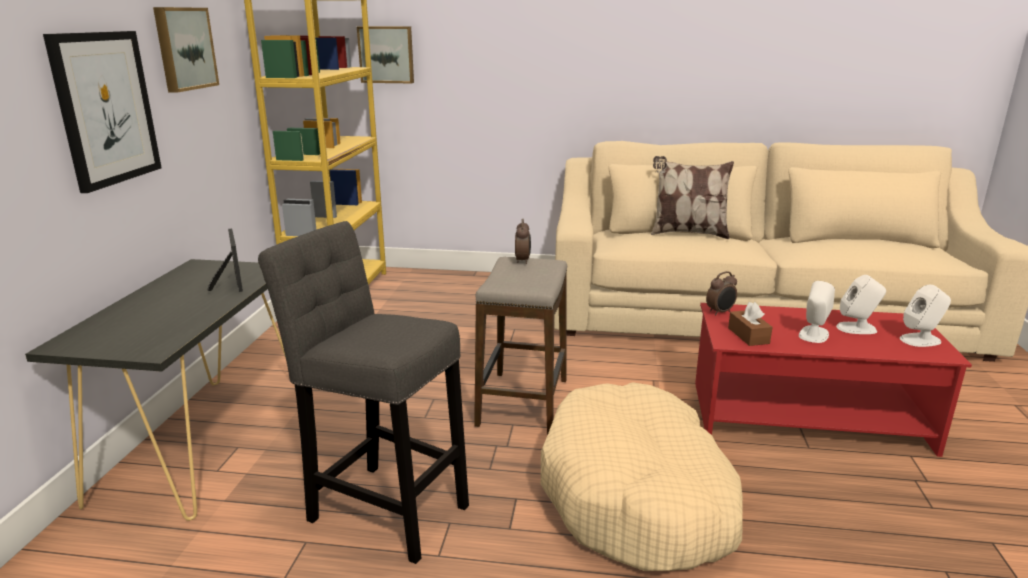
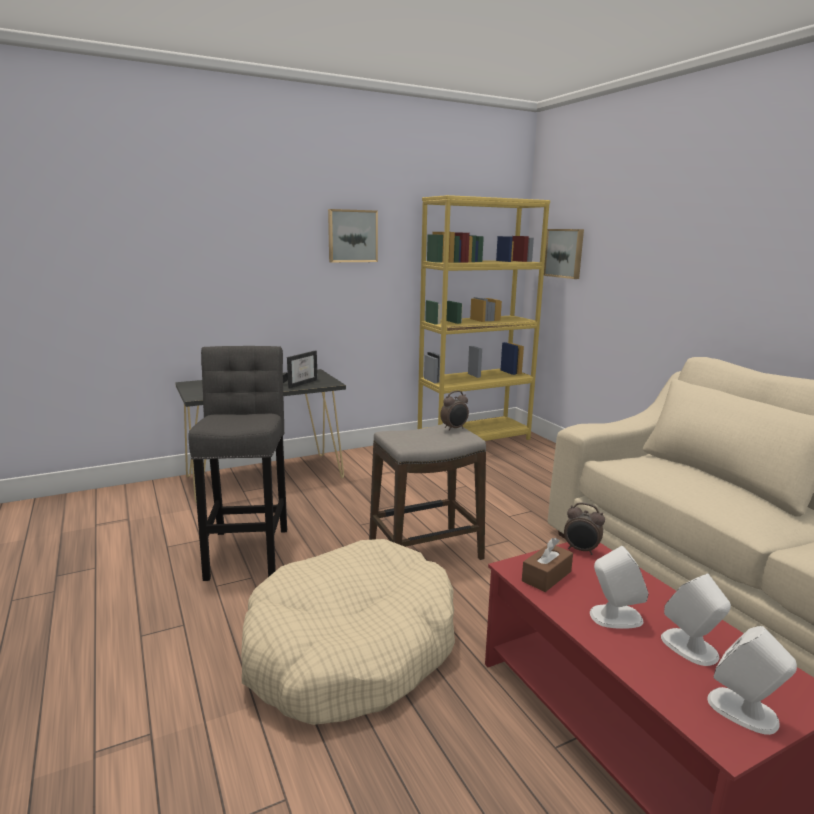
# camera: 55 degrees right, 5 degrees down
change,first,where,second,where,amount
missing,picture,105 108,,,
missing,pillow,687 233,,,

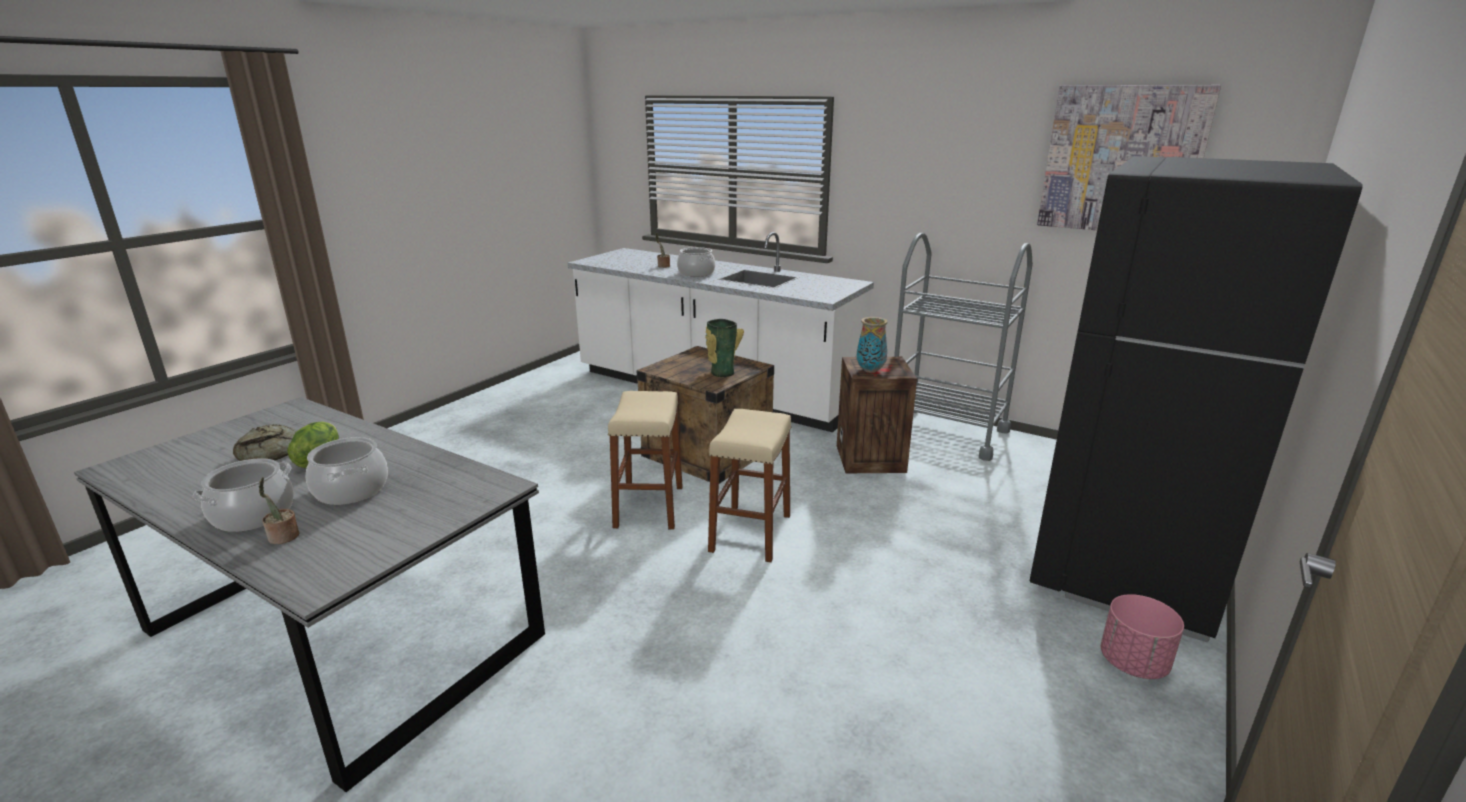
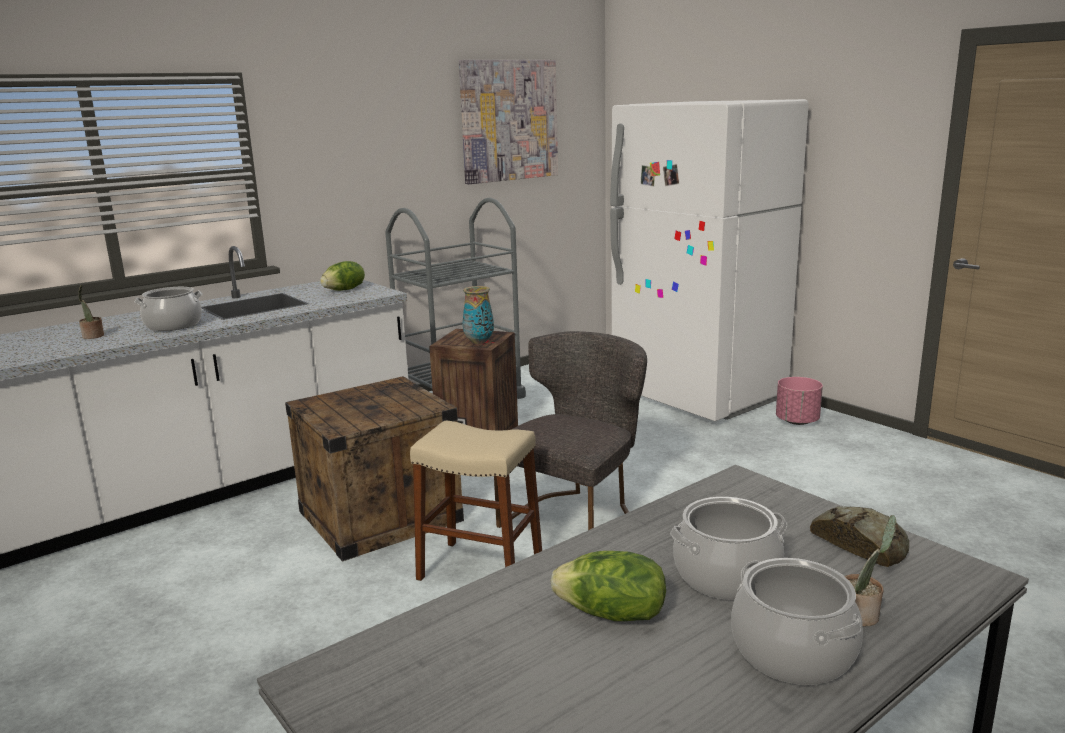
# camera: 70 degrees left, 5 degrees down
change,first,where,second,where,amount
relocated,bread,273 451,,861 543,
missing,vase,721 372,,,
exchanged,beige stool,750 533,grey chair,576 517,
colour,black fridge,1125 568,white fridge,698 396,
appeared,,,lettuce,344 290,

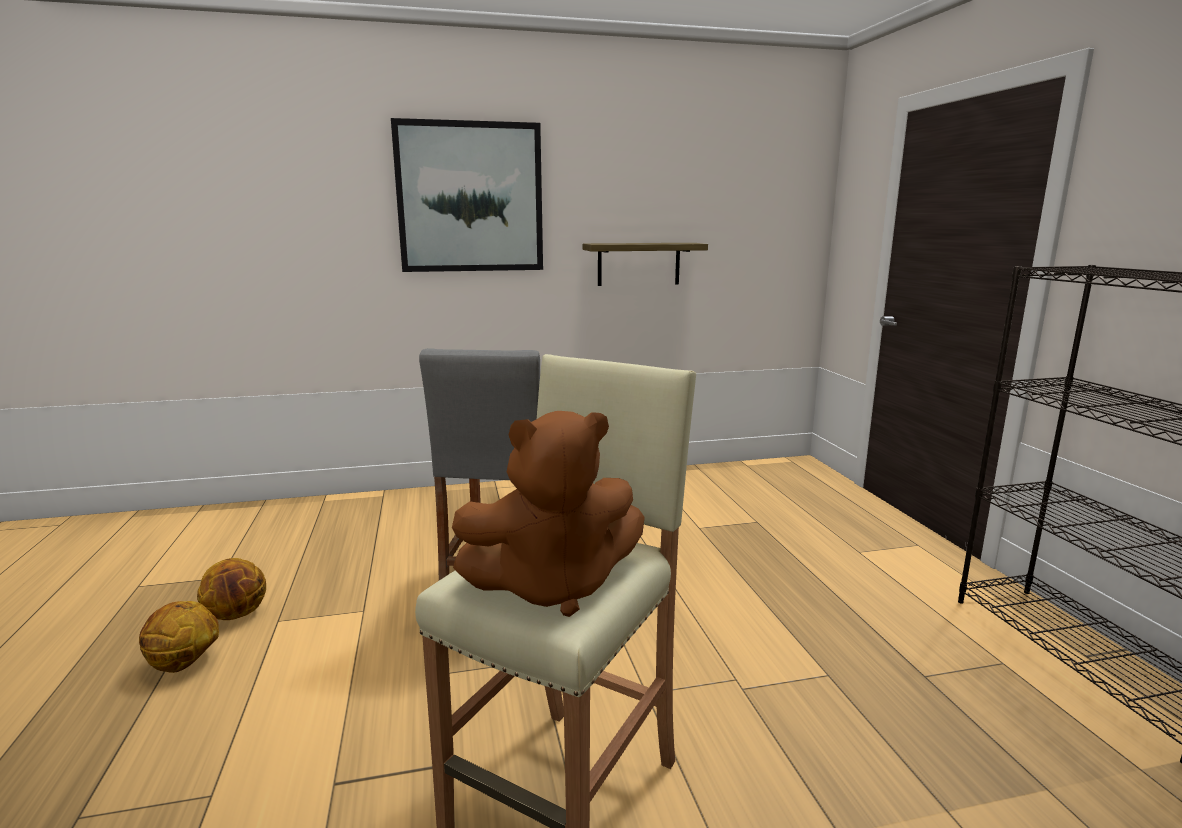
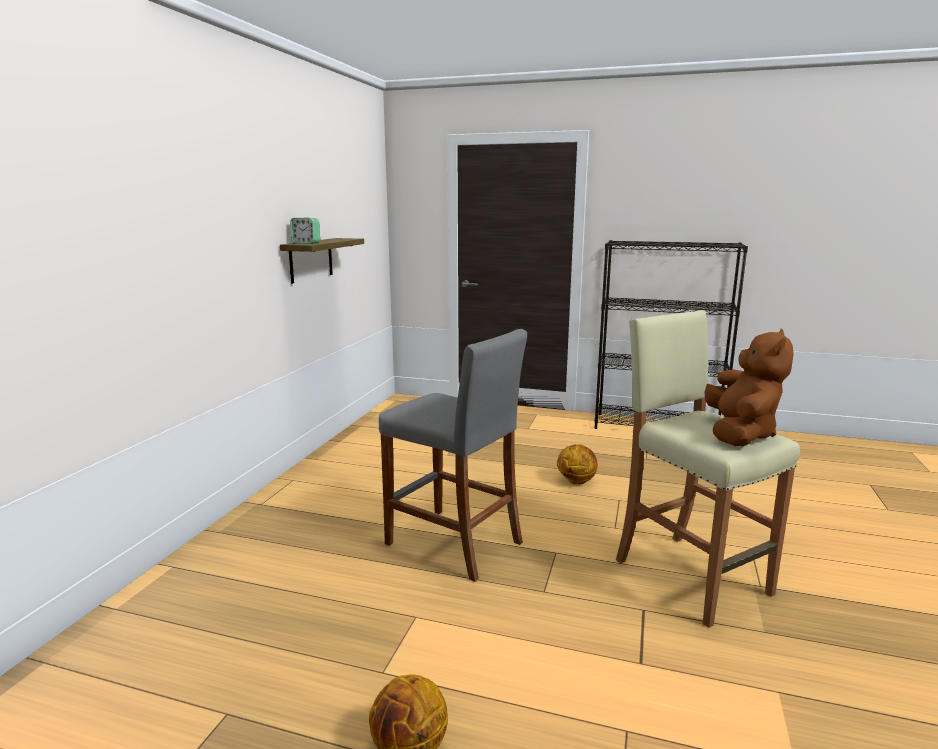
# camera: 60 degrees left, 0 degrees up
change,first,where,second,where,amount
relocated,basketball,237 615,,576 481,
missing,picture,470 198,,,
appeared,,,alarm clock,306 243,

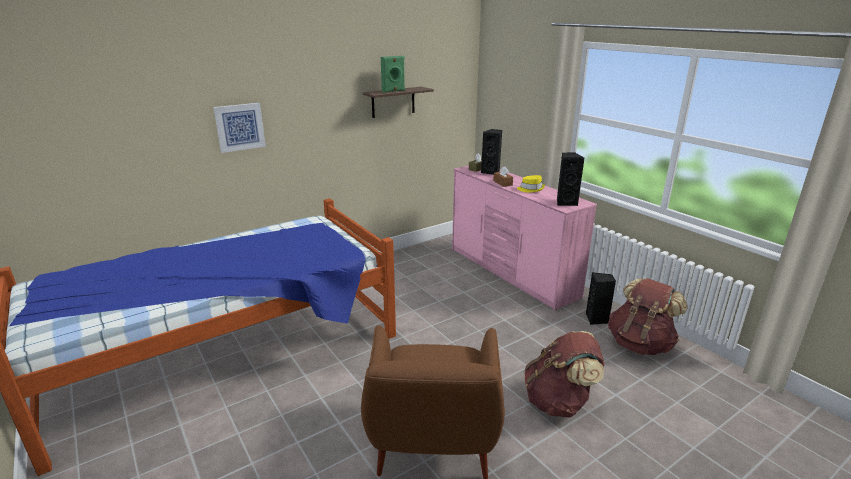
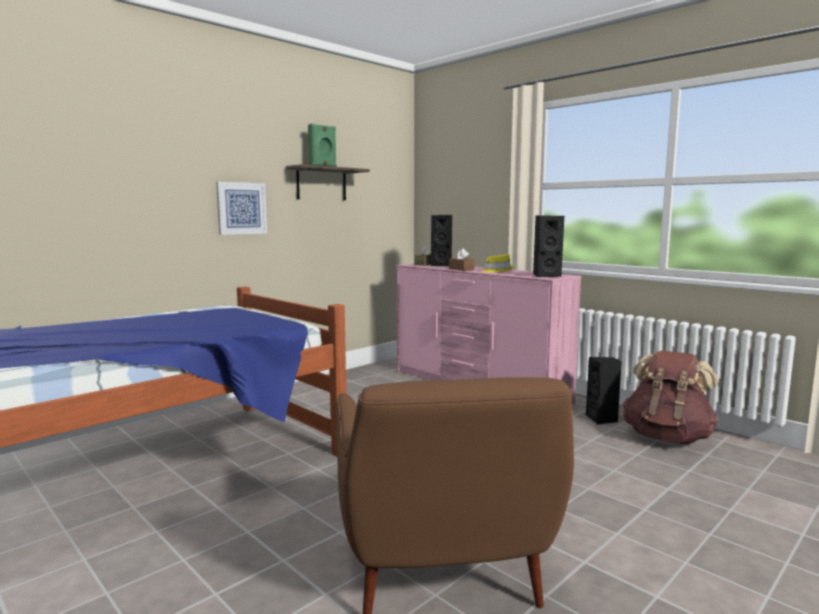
# camera: 10 degrees left, 15 degrees down
change,first,where,second,where,amount
relocated,picture,240 127,,241 208,
missing,brown backpack,559 402,,,

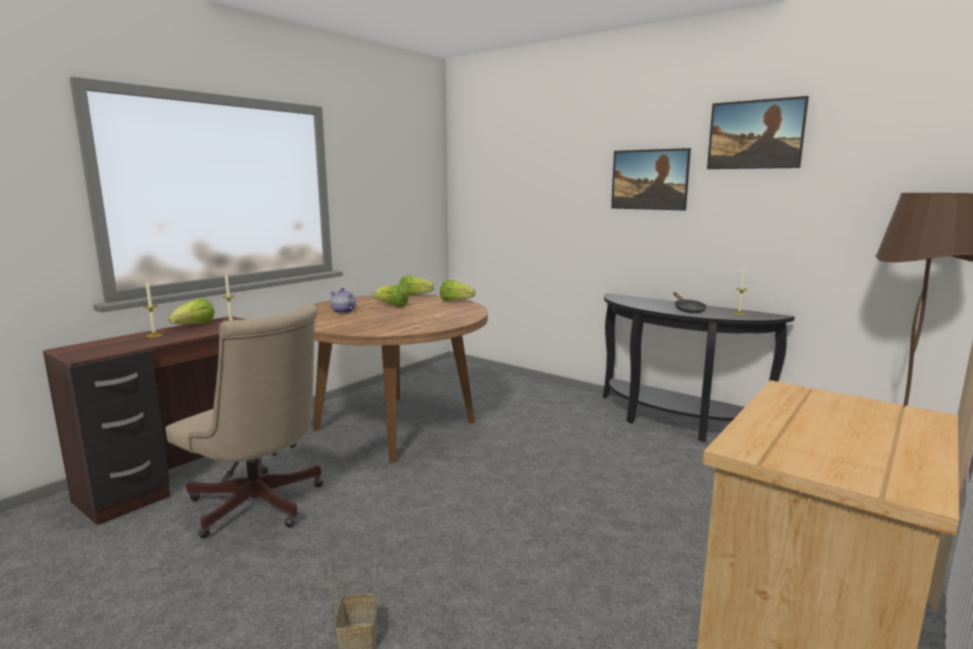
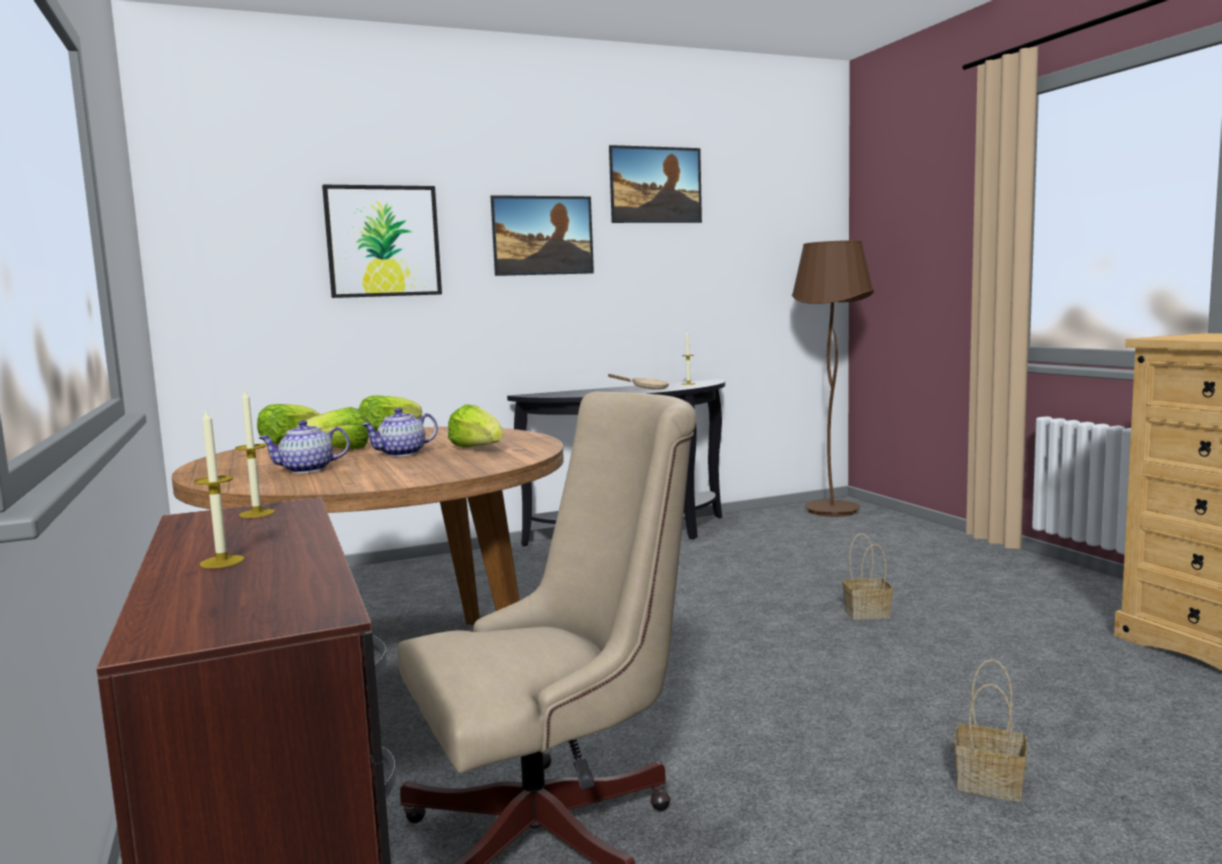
# camera: 60 degrees left, 5 degrees down
change,first,where,second,where,amount
relocated,lettuce,195 325,,477 449,
colour,black frying pan,687 310,beige frying pan,646 389,
appeared,,,picture,383 241,
appeared,,,teapot,402 454,
appeared,,,basket,866 613,

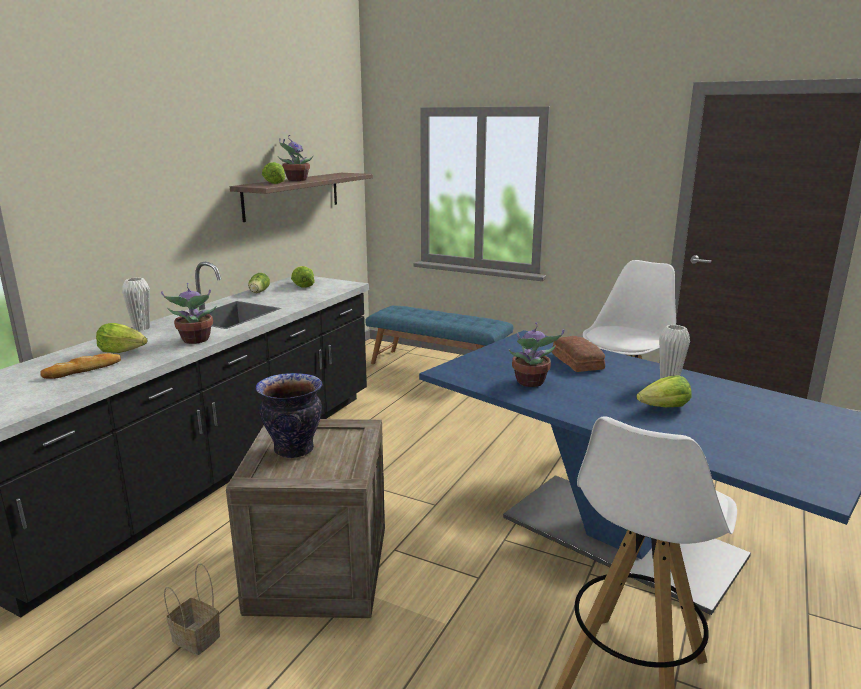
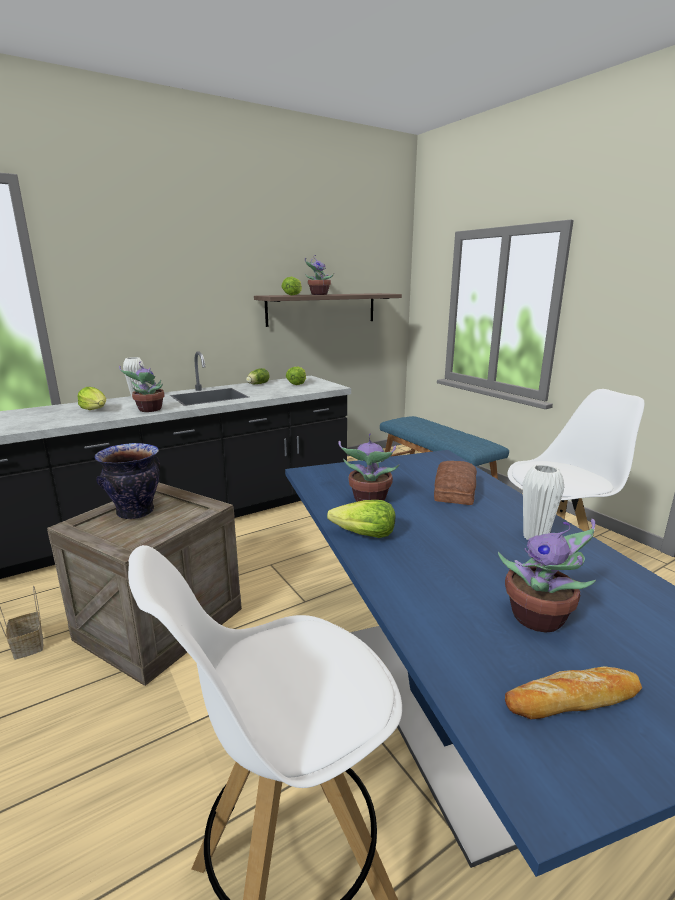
# camera: 30 degrees right, 0 degrees up
change,first,where,second,where,amount
relocated,bread,83 370,,574 699,
relocated,lettuce,664 408,,364 535,
appeared,,,potted plant,540 619,

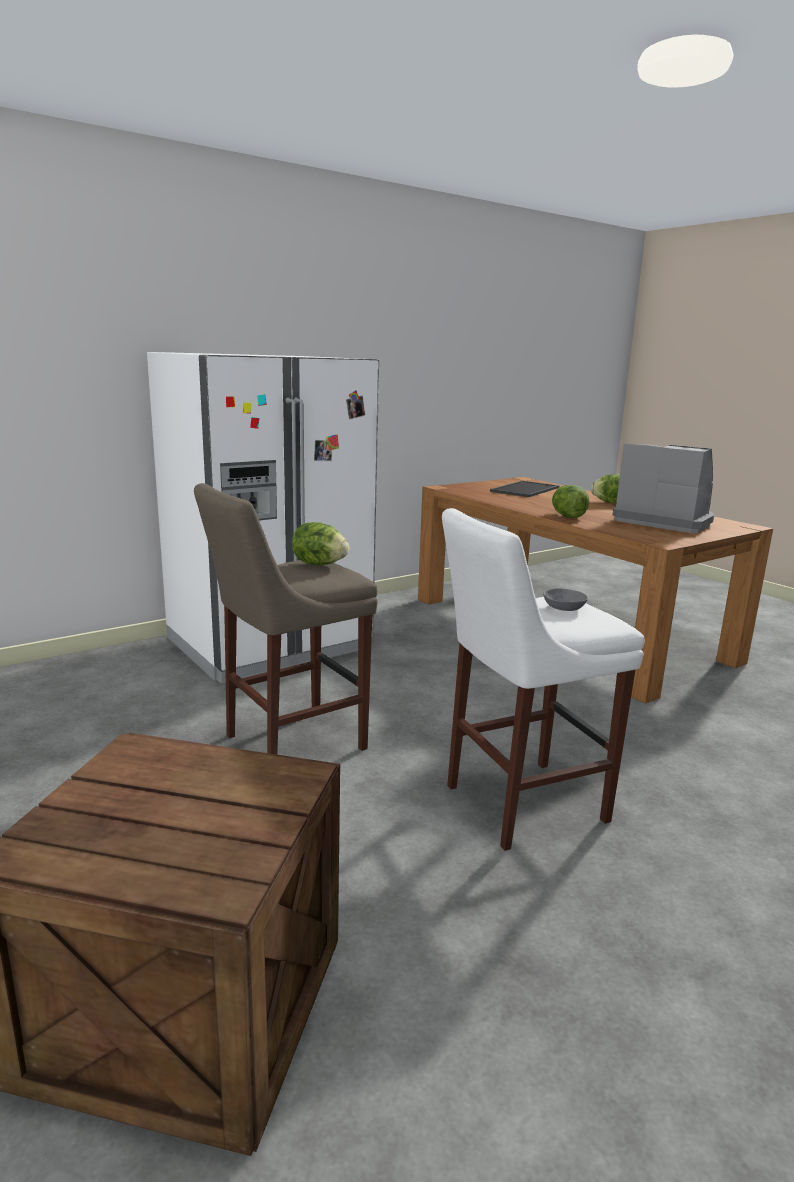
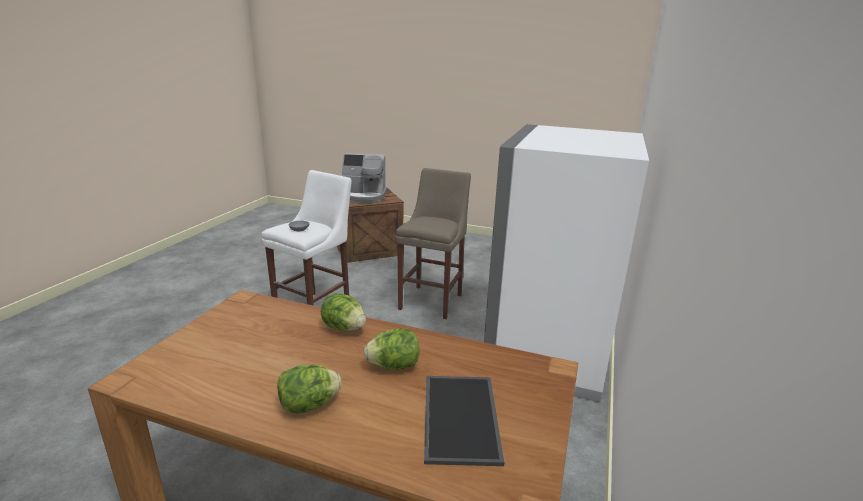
# camera: 145 degrees right, 5 degrees up
change,first,where,second,where,amount
relocated,lettuce,319 564,,393 366,
relocated,coffee machine,663 521,,363 196,

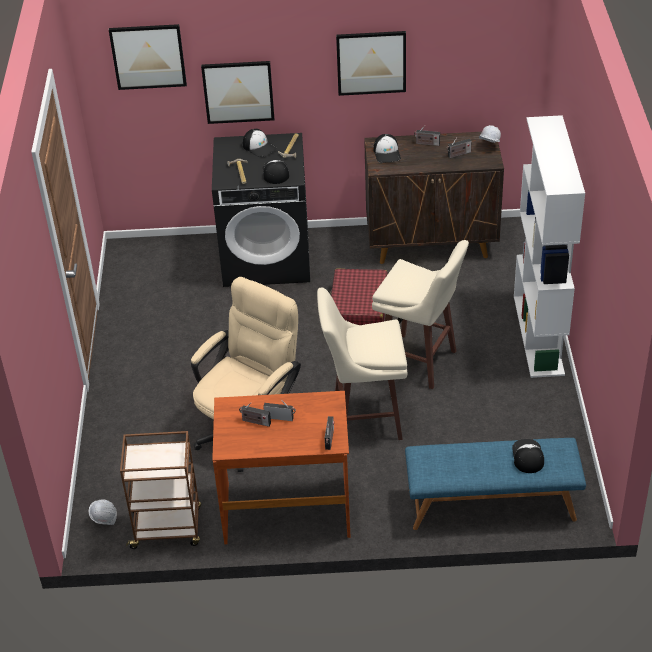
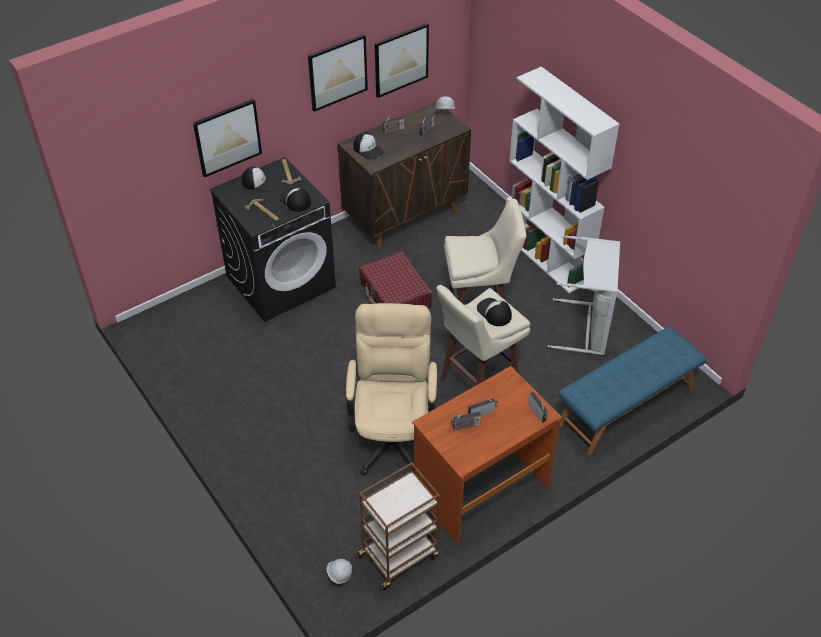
# camera: 35 degrees left, 5 degrees up
change,first,where,second,where,amount
relocated,picture,148 56,,401 60,
relocated,cap,527 456,,494 313,
appeared,,,grey laundry basket,587 328,

